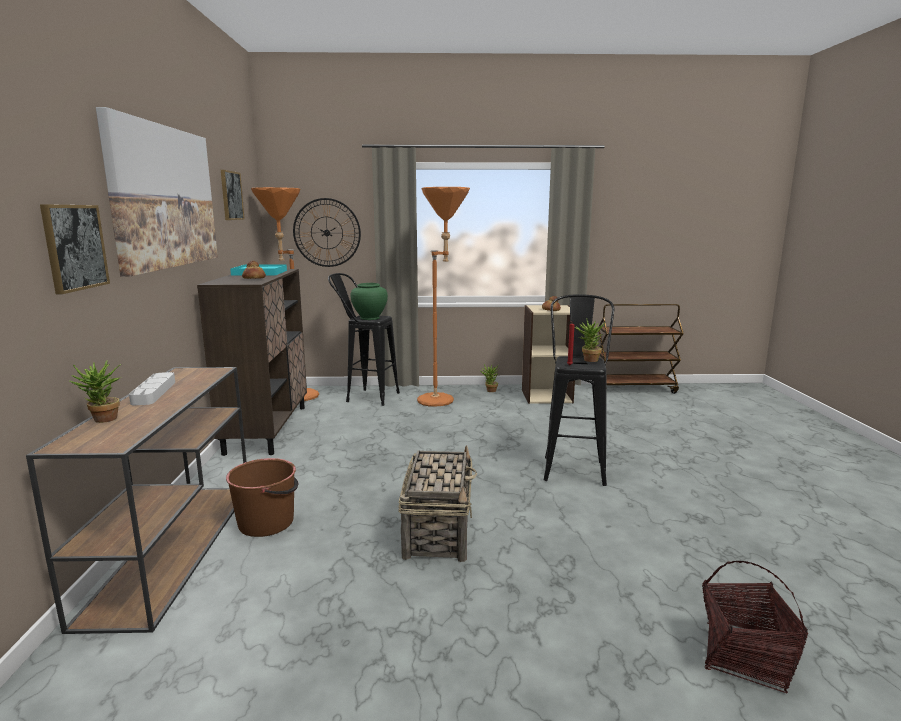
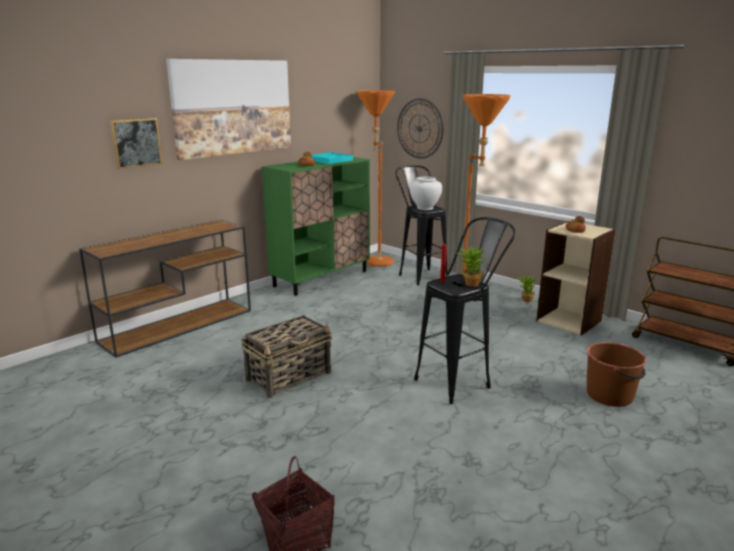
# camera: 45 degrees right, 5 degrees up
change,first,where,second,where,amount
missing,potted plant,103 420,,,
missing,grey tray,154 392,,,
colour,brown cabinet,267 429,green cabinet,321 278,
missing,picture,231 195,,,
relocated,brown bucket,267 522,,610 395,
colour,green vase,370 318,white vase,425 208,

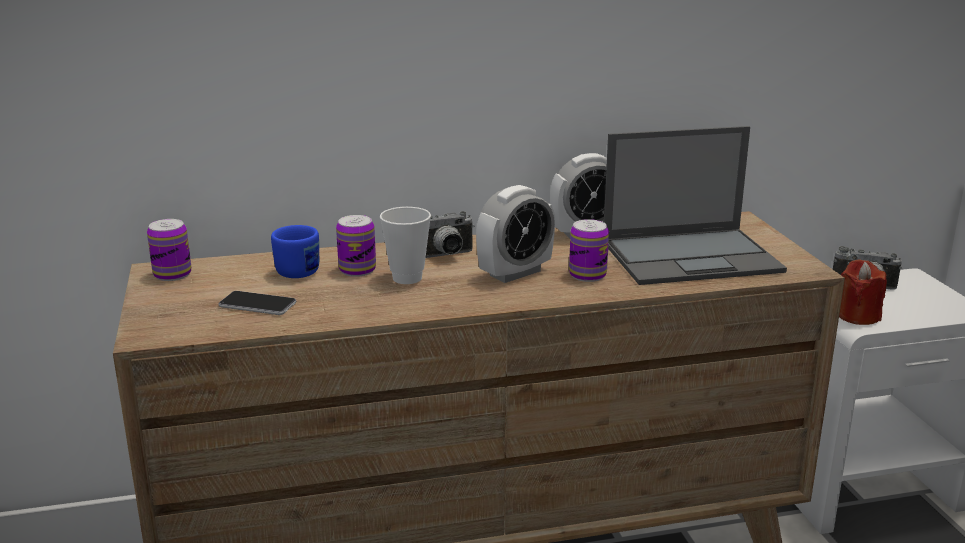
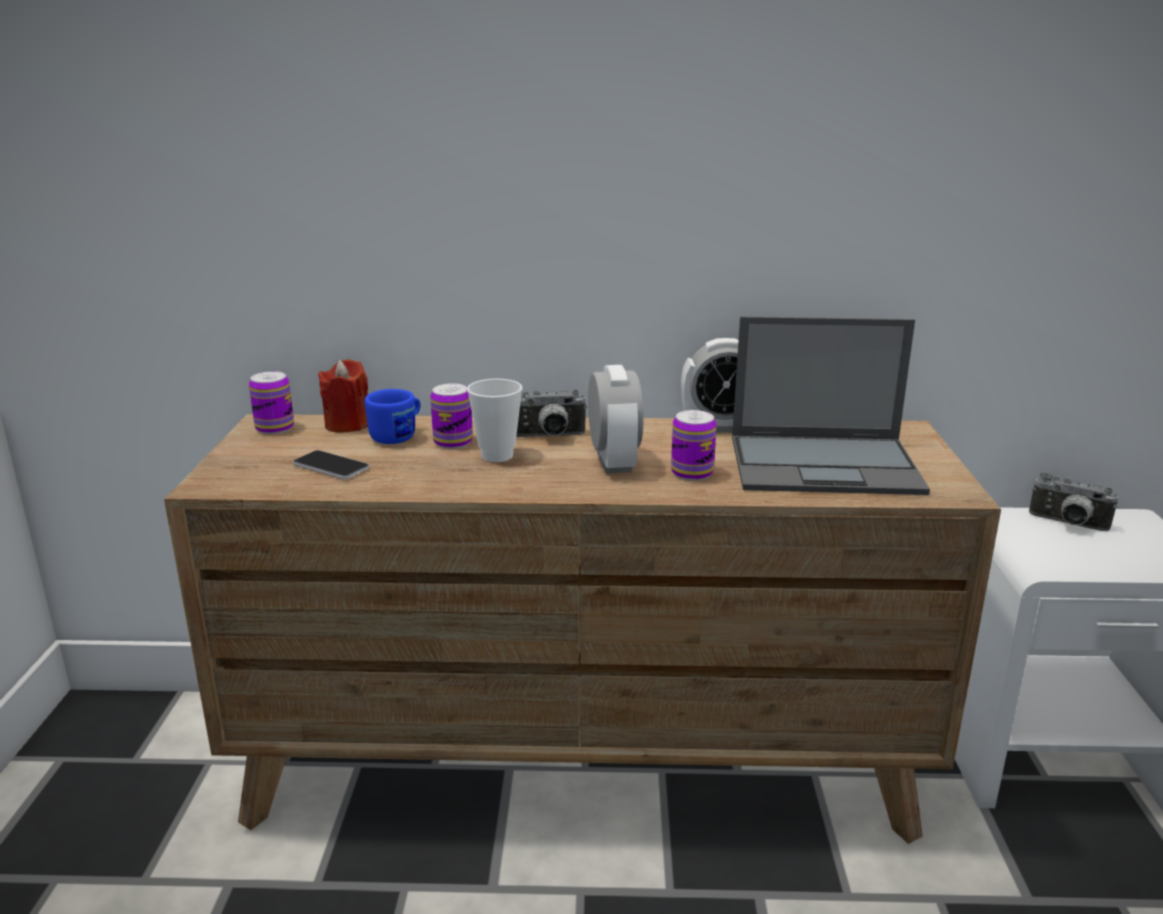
# camera: 15 degrees right, 0 degrees up
change,first,where,second,where,amount
spun,alarm clock,515 273,,613 462,75 degrees counterclockwise
relocated,red candle,858 316,,348 424,

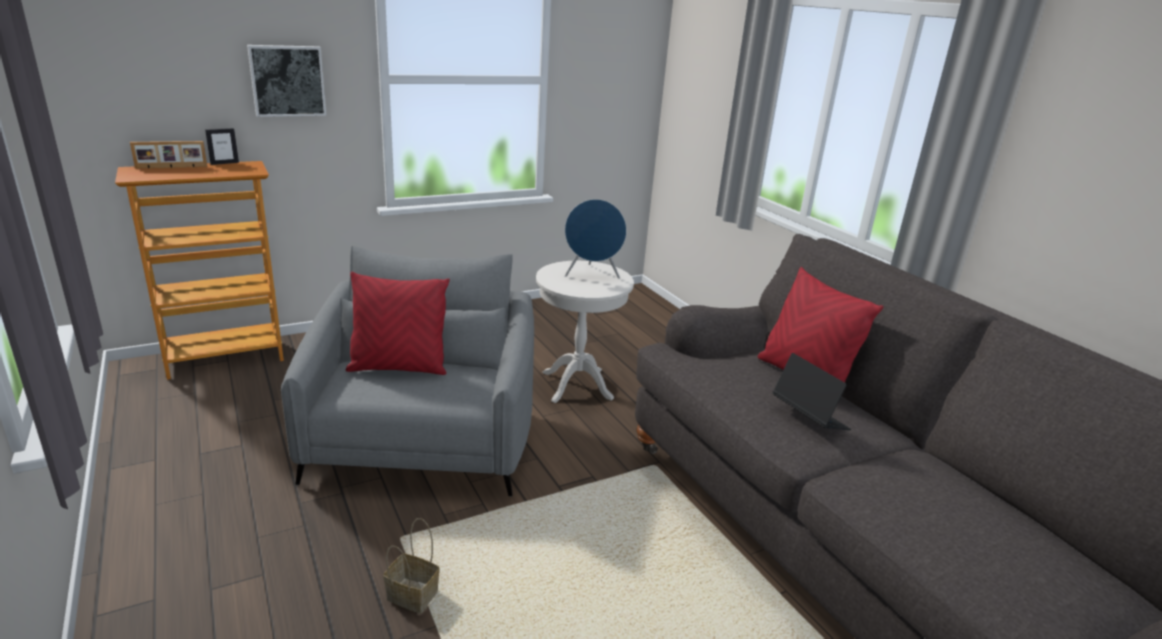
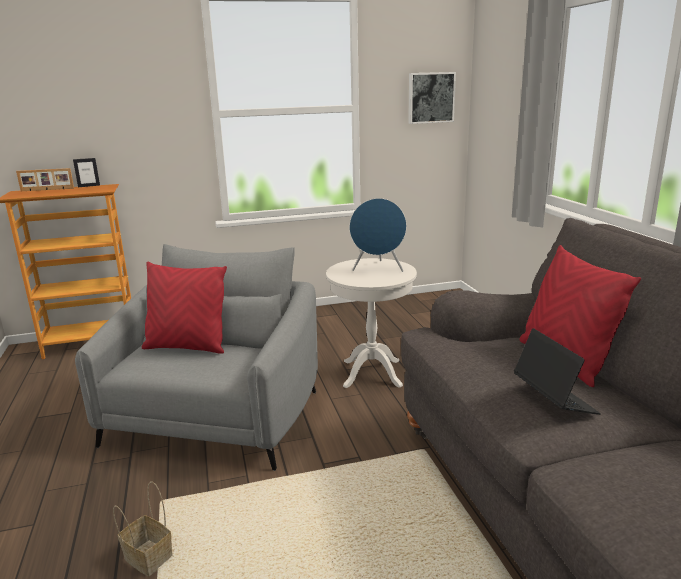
# camera: 15 degrees right, 5 degrees down
change,first,where,second,where,amount
relocated,picture,287 80,,430 97,

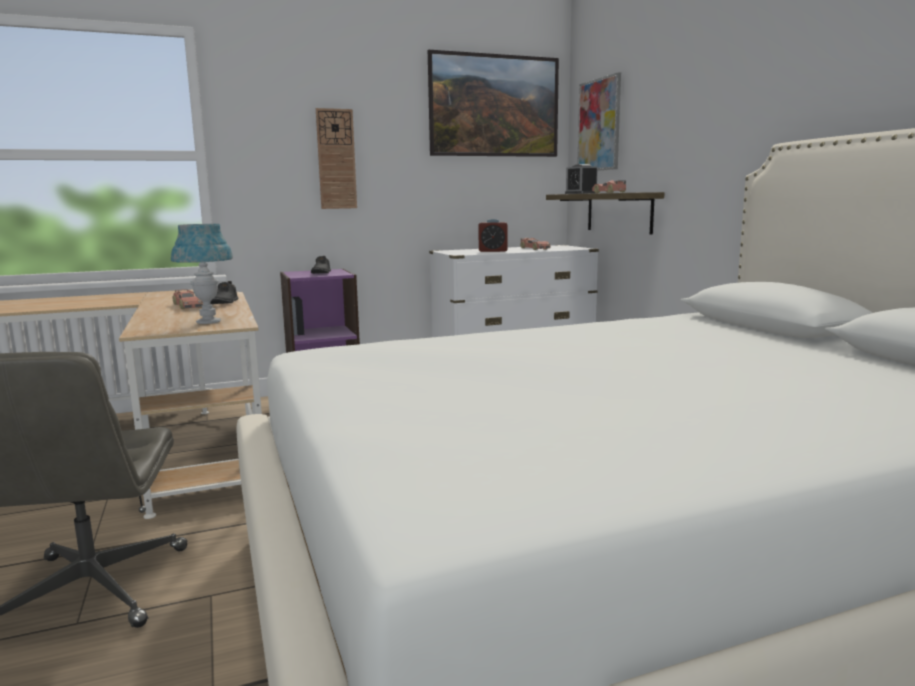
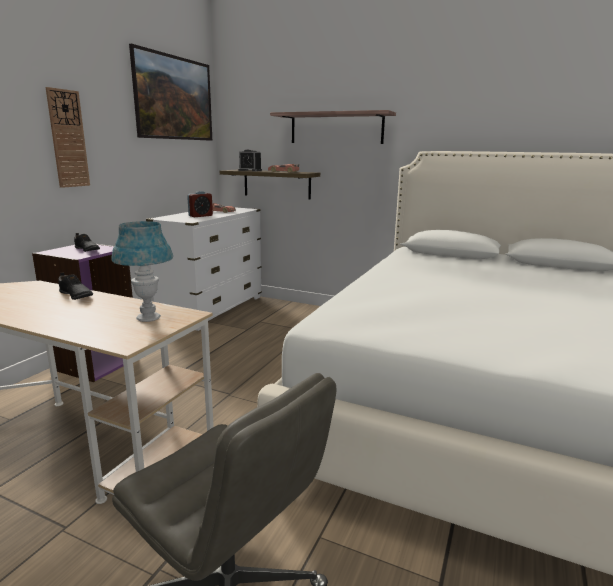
# camera: 45 degrees left, 5 degrees up
change,first,where,second,where,amount
missing,toy car,188 306,,,
missing,picture,599 125,,,
appeared,,,shelf,336 128,

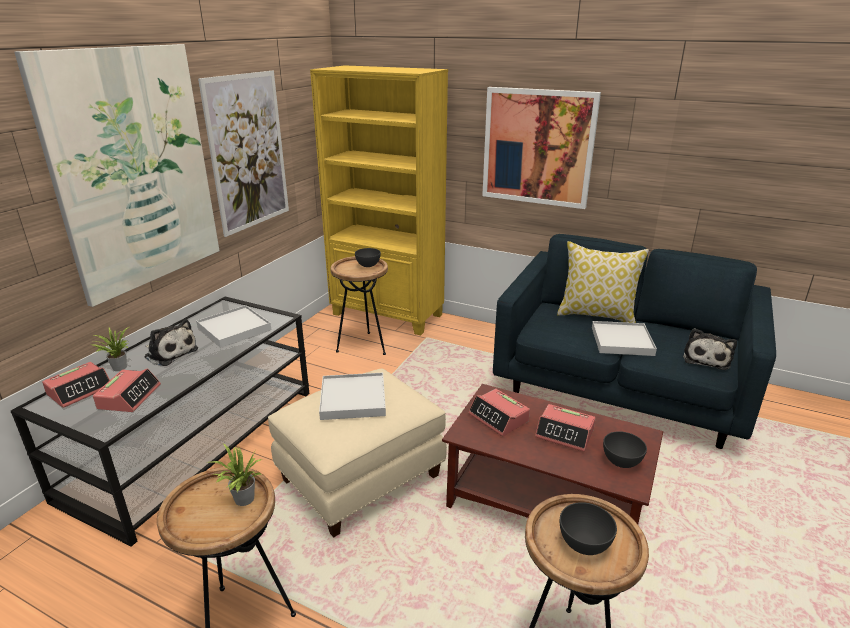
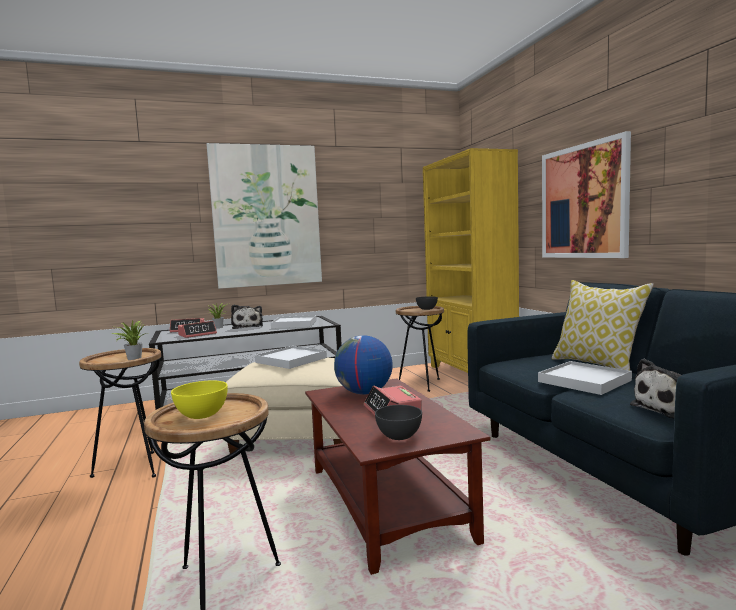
# camera: 45 degrees right, 20 degrees down
change,first,where,second,where,amount
missing,picture,248 152,,,
exchanged,alarm clock,498 418,globe,364 393,
colour,grey bowl,584 544,yellow bowl,201 415,

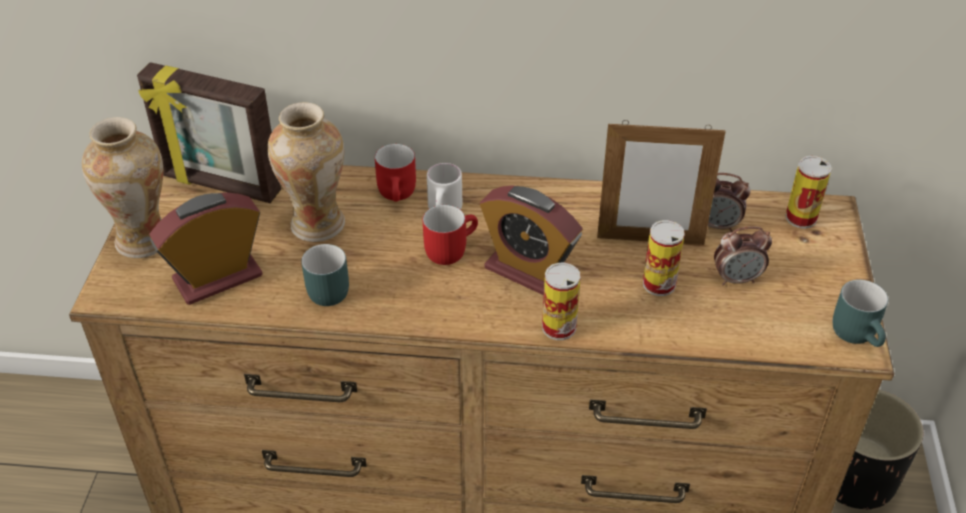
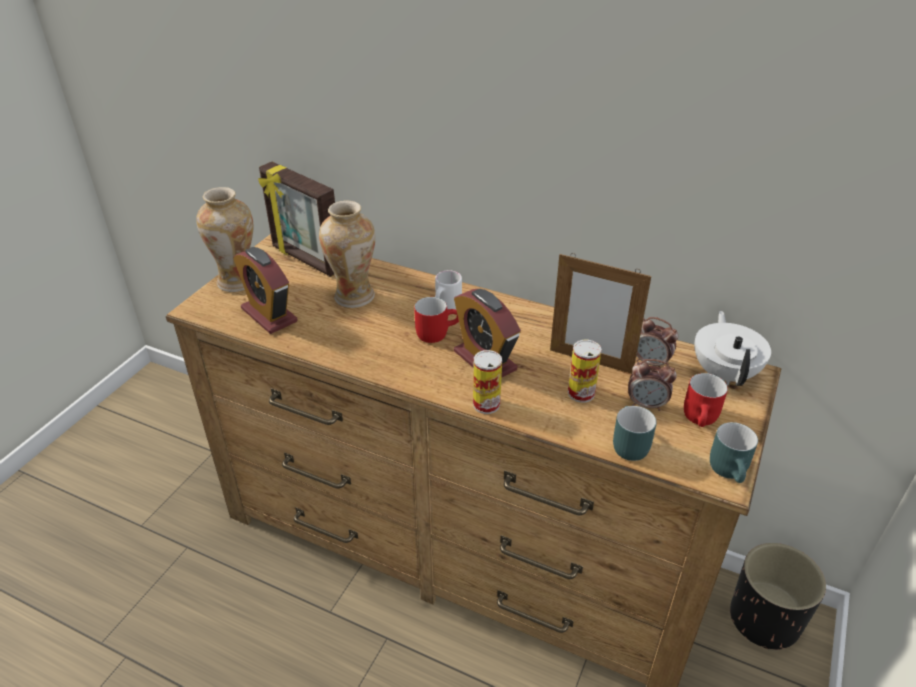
# camera: 20 degrees right, 5 degrees down
change,first,where,second,where,amount
spun,alarm clock,218 278,,269 315,120 degrees counterclockwise
relocated,turquoise mug,323 289,,626 444,
relocated,red mug,399 194,,702 419,
exchanged,can,801 218,white teapot,724 373,

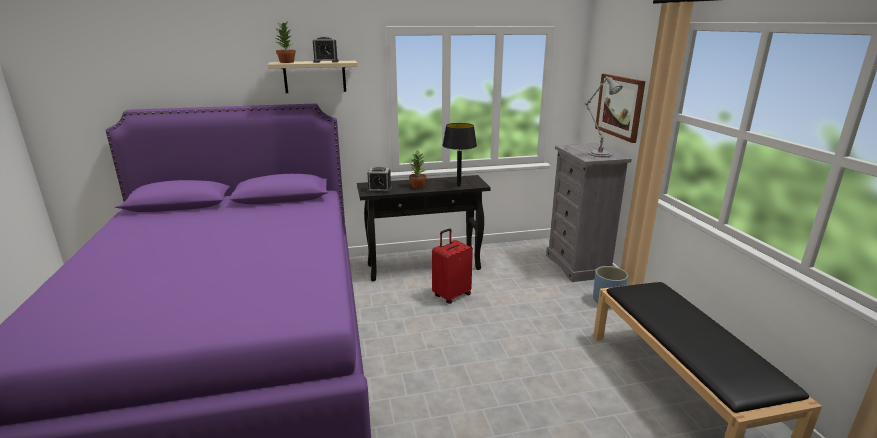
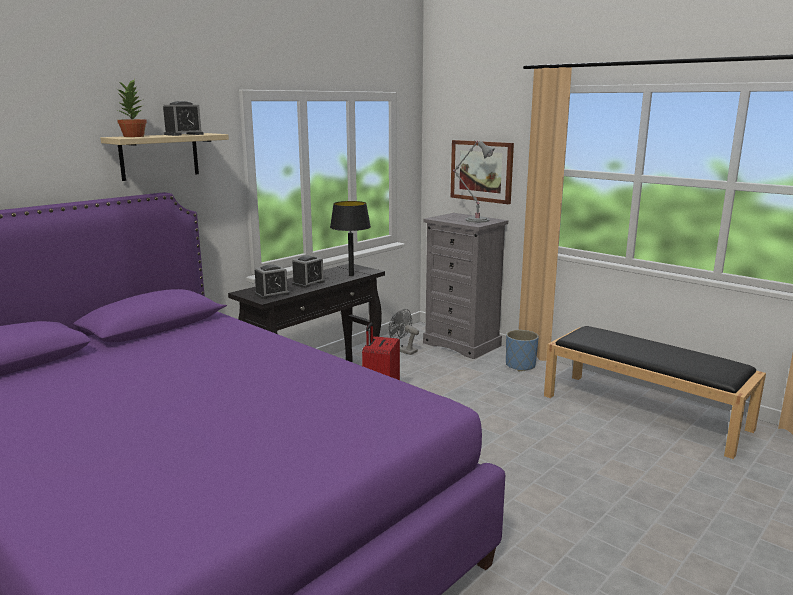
# camera: 35 degrees left, 5 degrees down
change,first,where,second,where,amount
exchanged,potted plant,418 186,alarm clock,308 283,
appeared,,,grey fan,403 351,

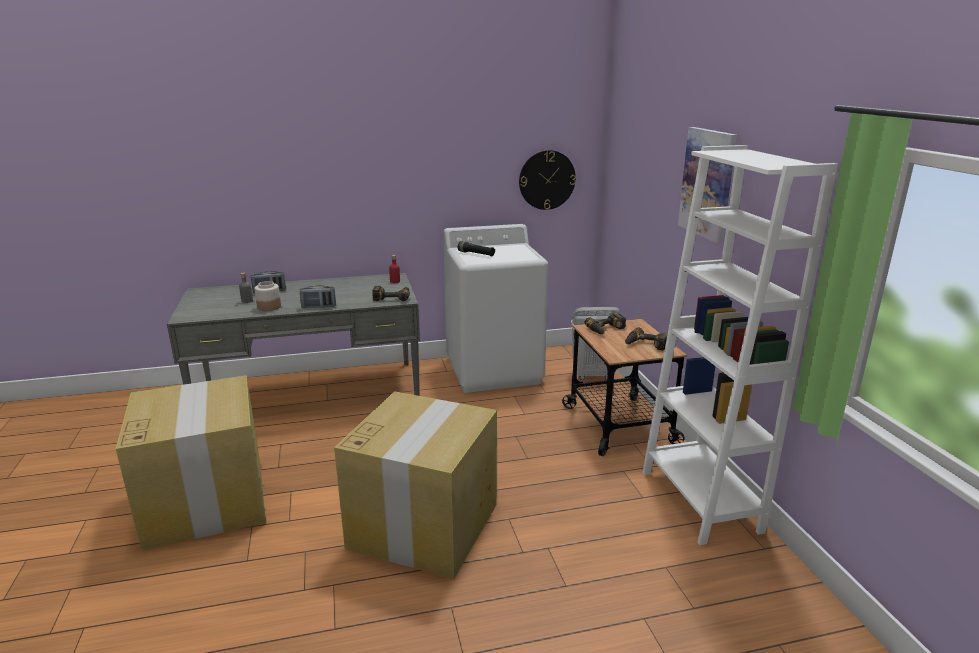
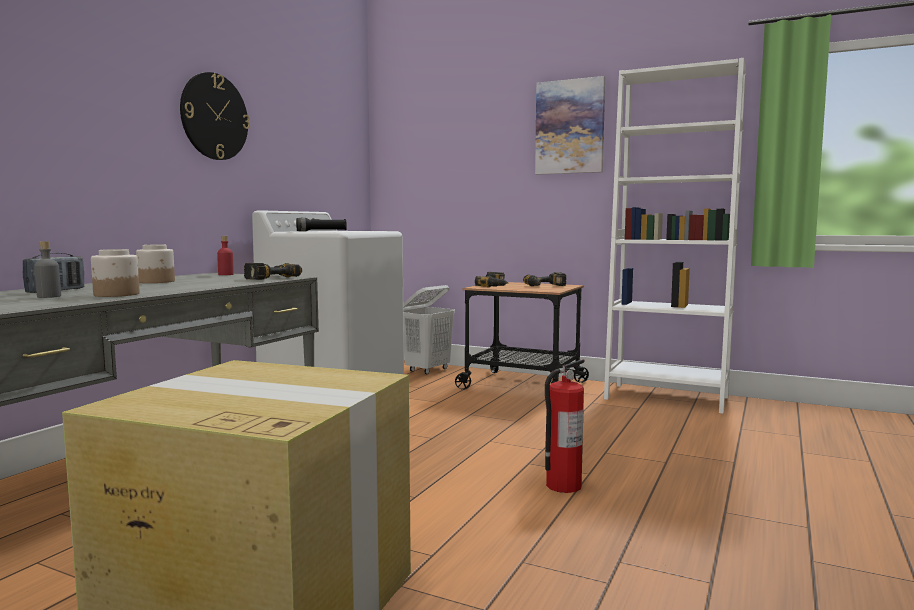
# camera: 50 degrees left, 15 degrees down
change,first,where,second,where,amount
missing,radio,318 306,,,
exchanged,cardboard box,425 524,fire extinguisher,563 485,
relocated,wall clock,547 180,,214 117,
appeared,,,jar,157 281,

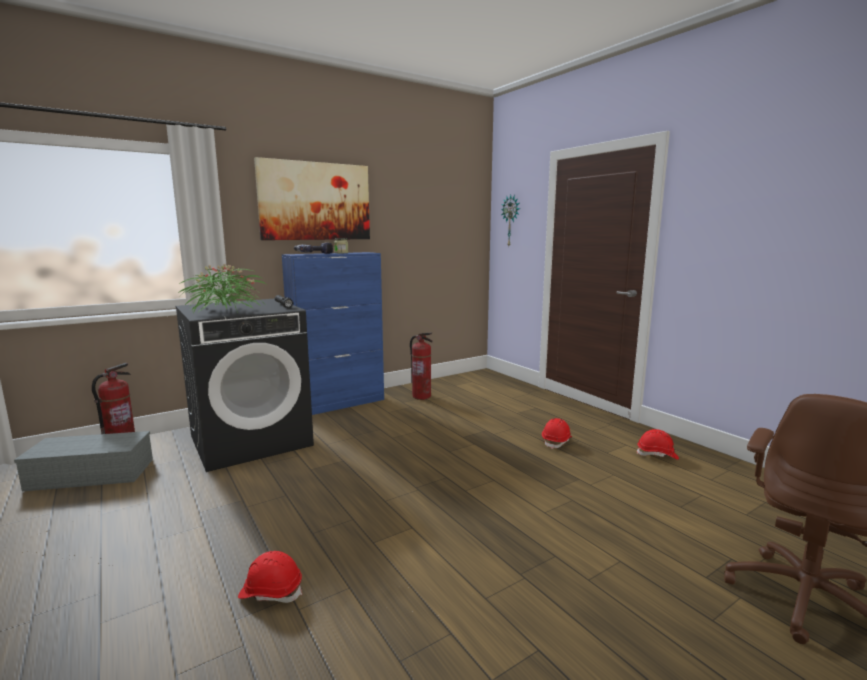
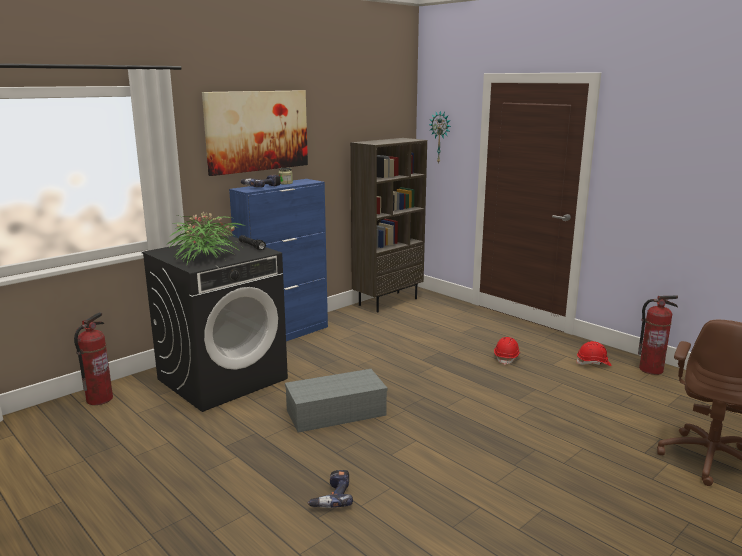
# camera: 10 degrees left, 5 degrees up
change,first,where,second,where,amount
relocated,grey storage box,93 473,,337 412,
exchanged,red hard hat,271 592,power drill,331 497,
relocated,fire extinguisher,421 396,,651 370,
appeared,,,brown bookcase,388 301,

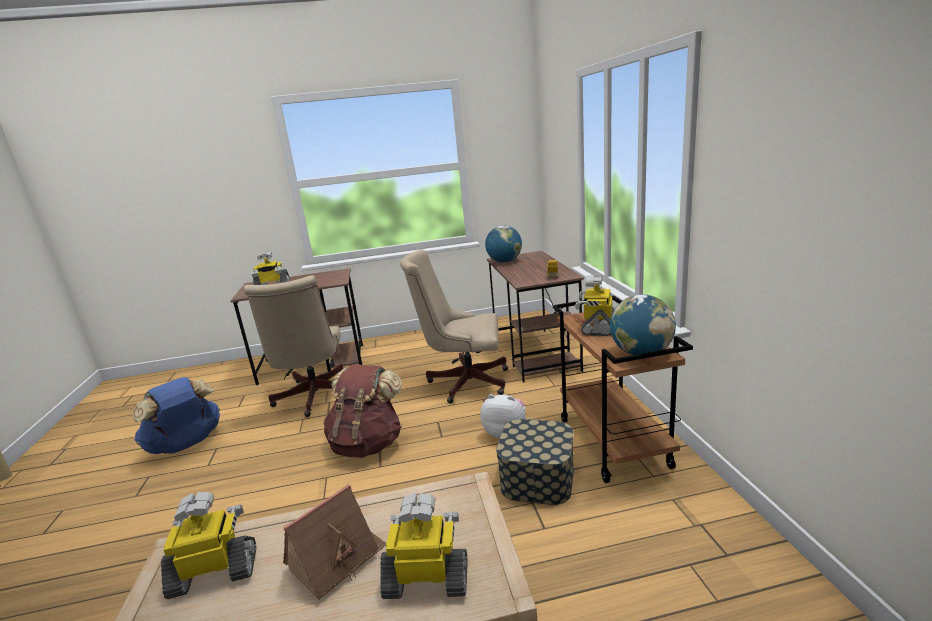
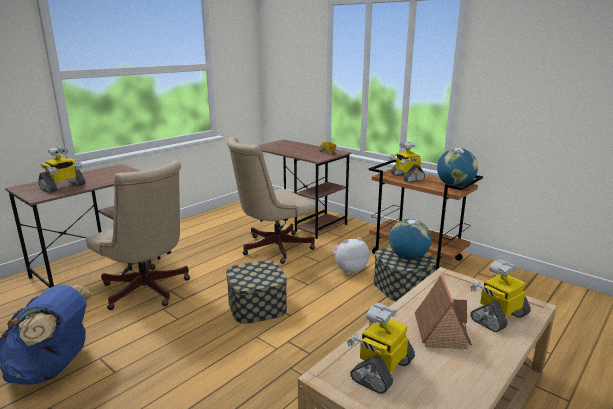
# camera: 40 degrees left, 0 degrees up
change,first,where,second,where,amount
exchanged,brown backpack,368 444,storage box,257 306,
relocated,globe,504 261,,408 257,

